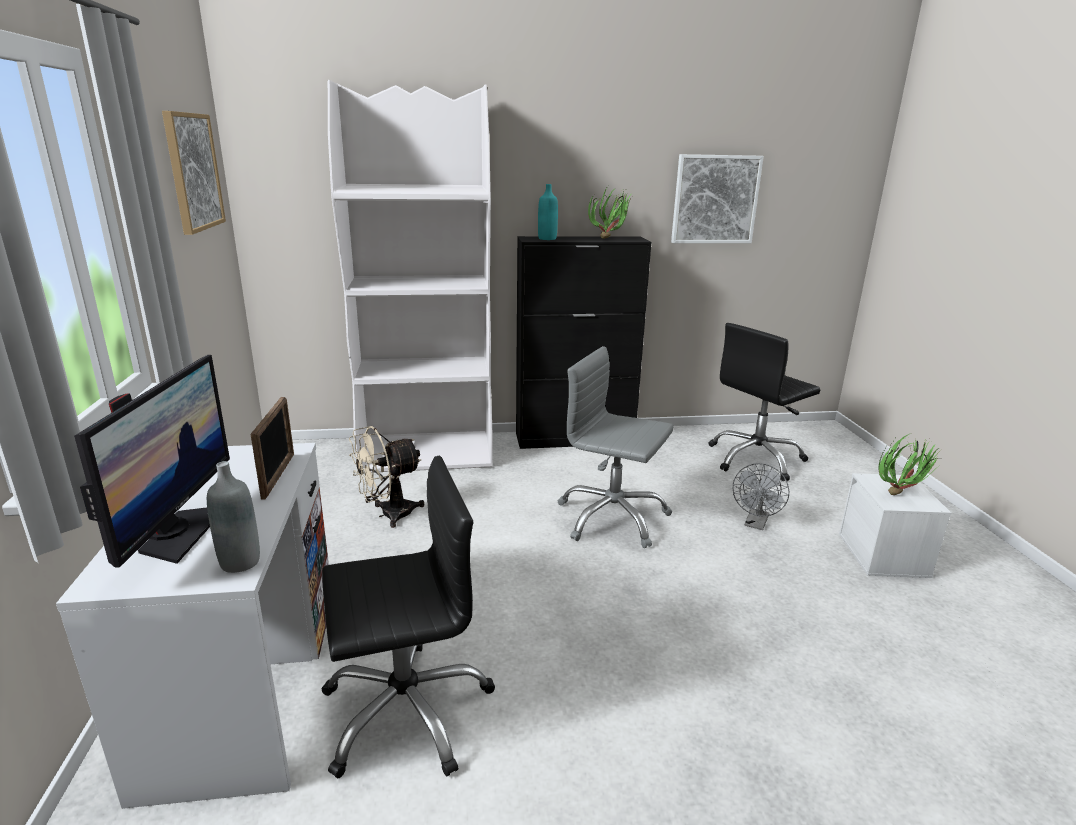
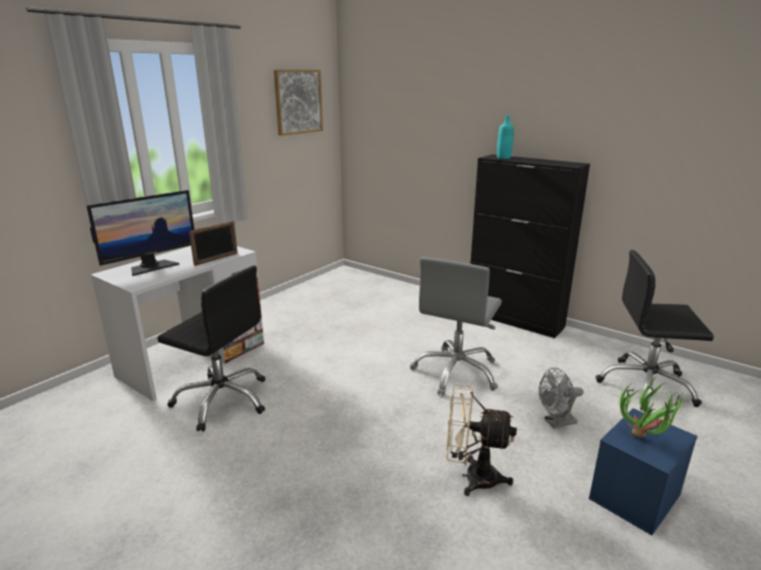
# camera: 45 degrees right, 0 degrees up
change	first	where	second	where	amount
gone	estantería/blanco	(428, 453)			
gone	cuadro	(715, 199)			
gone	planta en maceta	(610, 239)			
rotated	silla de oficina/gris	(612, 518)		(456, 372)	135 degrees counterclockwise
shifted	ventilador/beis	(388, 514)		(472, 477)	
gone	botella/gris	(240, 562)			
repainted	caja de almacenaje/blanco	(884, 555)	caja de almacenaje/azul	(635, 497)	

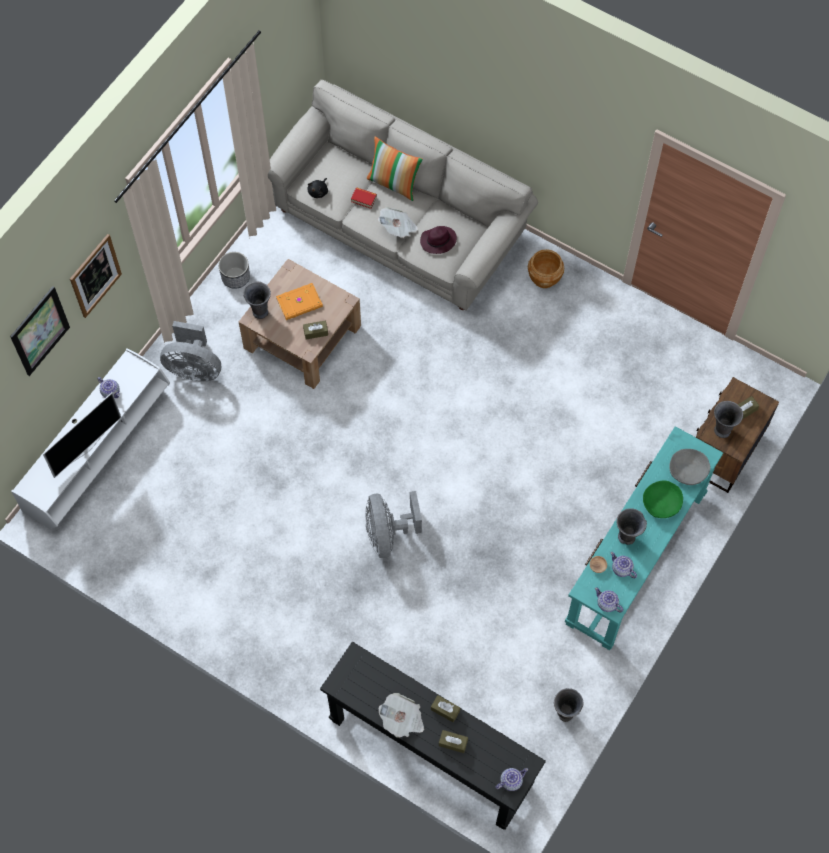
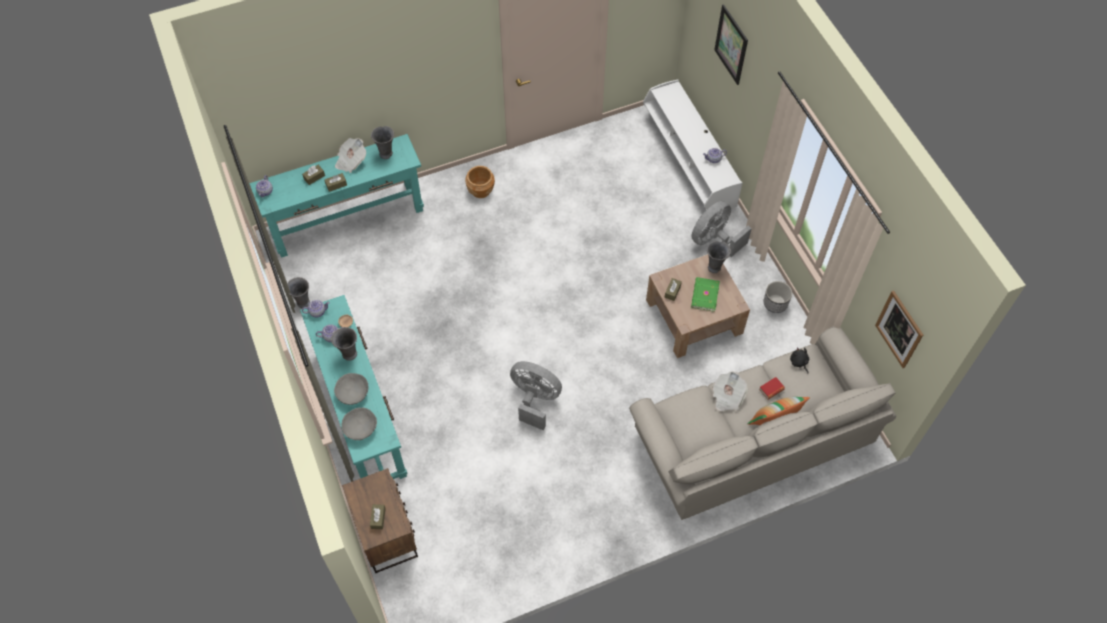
# camera: 125 degrees right, 5 degrees down
change	first	where	second	where	amount
gone	sombrero/morado	(437, 241)			
shifted	cuadro	(95, 275)		(899, 329)	
shifted	maceta/marrón	(544, 278)		(481, 190)	
repainted	libro/naranja	(300, 303)	libro/verde	(704, 295)	
gone	televisor	(86, 448)			
shifted	florero/gris	(721, 430)		(386, 154)	
repainted	cuenco/verde	(661, 503)	cuenco/gris	(352, 393)	
shifted	ventilador/gris	(388, 534)		(535, 399)	
repainted	mesa consola/negro	(430, 752)	mesa consola/turquesa	(347, 219)	

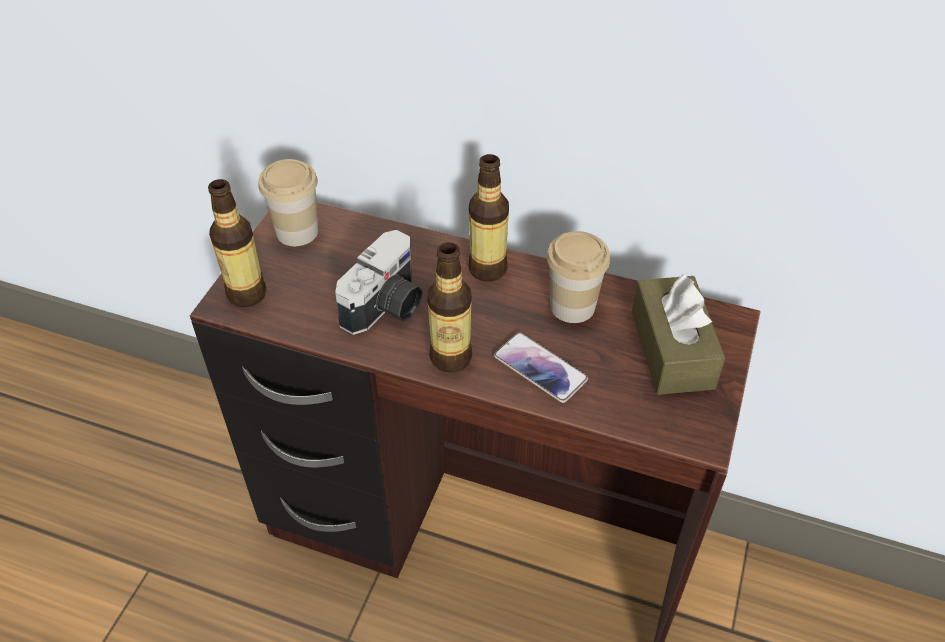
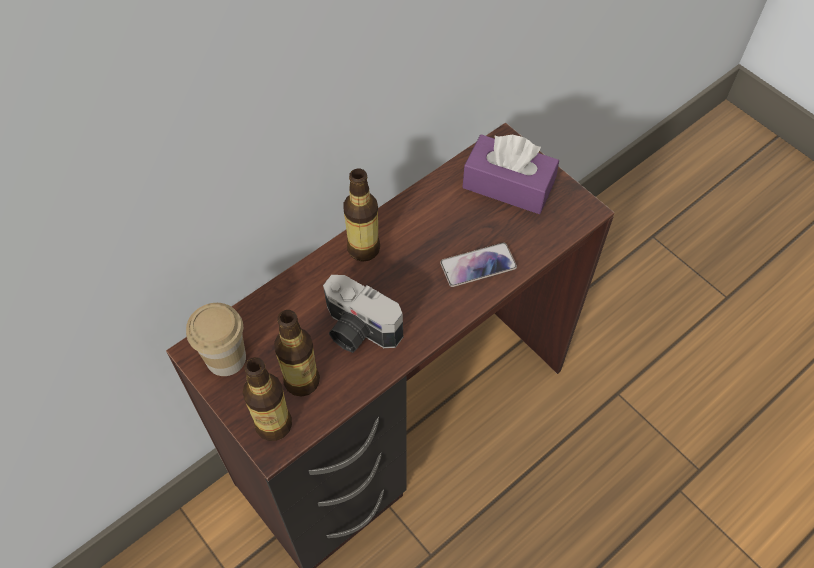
# camera: 60 degrees left, 10 degrees up
change	first	where	second	where	amount
rotated	cámara	(387, 307)		(357, 331)	150 degrees clockwise
gone	taza	(572, 306)			
shifted	botella	(451, 357)		(302, 381)	
repainted	caja de pañuelos/marrón	(672, 349)	caja de pañuelos/morado	(508, 185)	

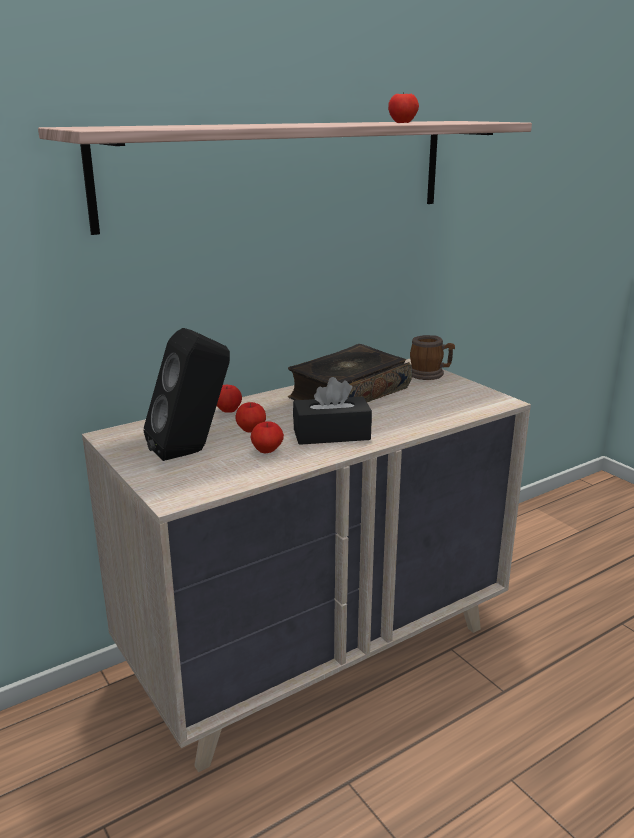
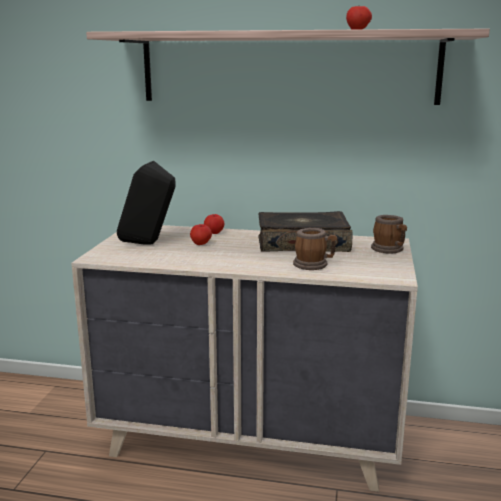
# camera: 45 degrees right, 5 degrees down
change	first	where	second	where	amount
gone	caja de pañuelos/negro	(331, 434)			
gone	manzana	(267, 451)			
new			taza grande	(314, 264)	

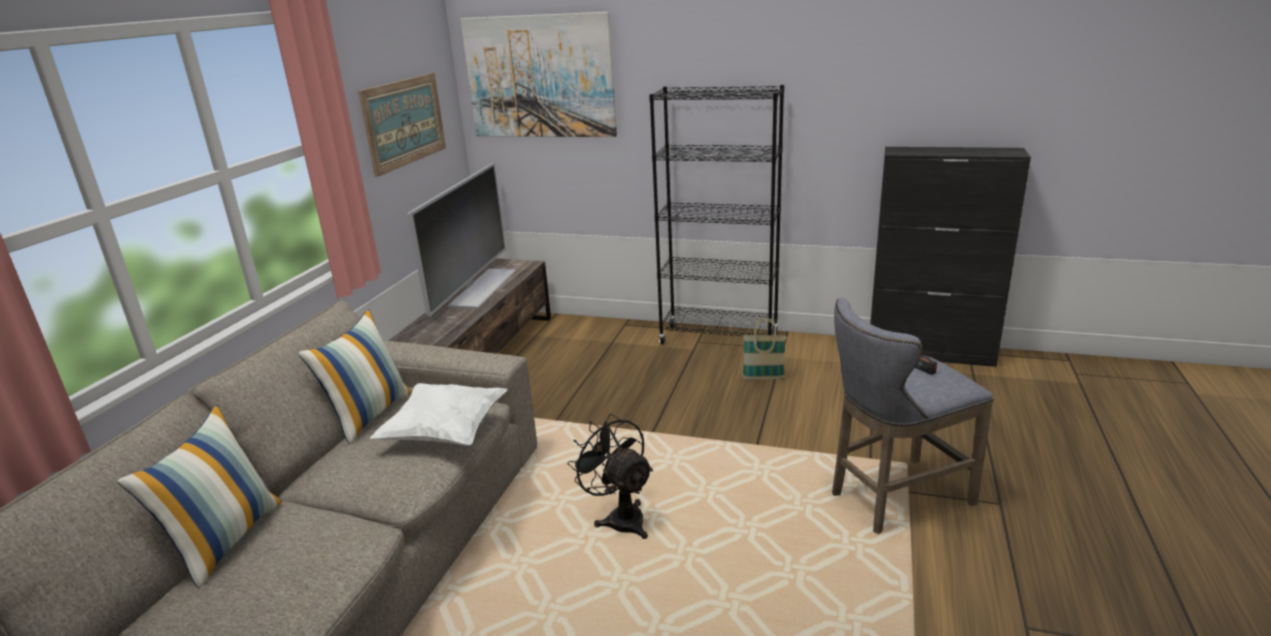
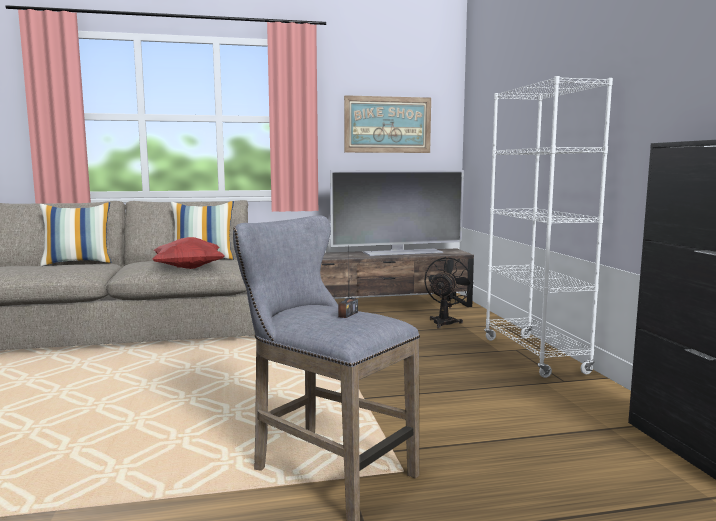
# camera: 60 degrees right, 15 degrees down
change	first	where	second	where	amount
gone	cuadro	(540, 77)			
repainted	estantería/negro	(719, 339)	estantería/blanco	(534, 356)	
gone	cesta	(763, 378)			
repainted	cojín/blanco	(445, 433)	cojín/rojo	(188, 268)	
shifted	ventilador/negro	(620, 517)		(445, 322)	

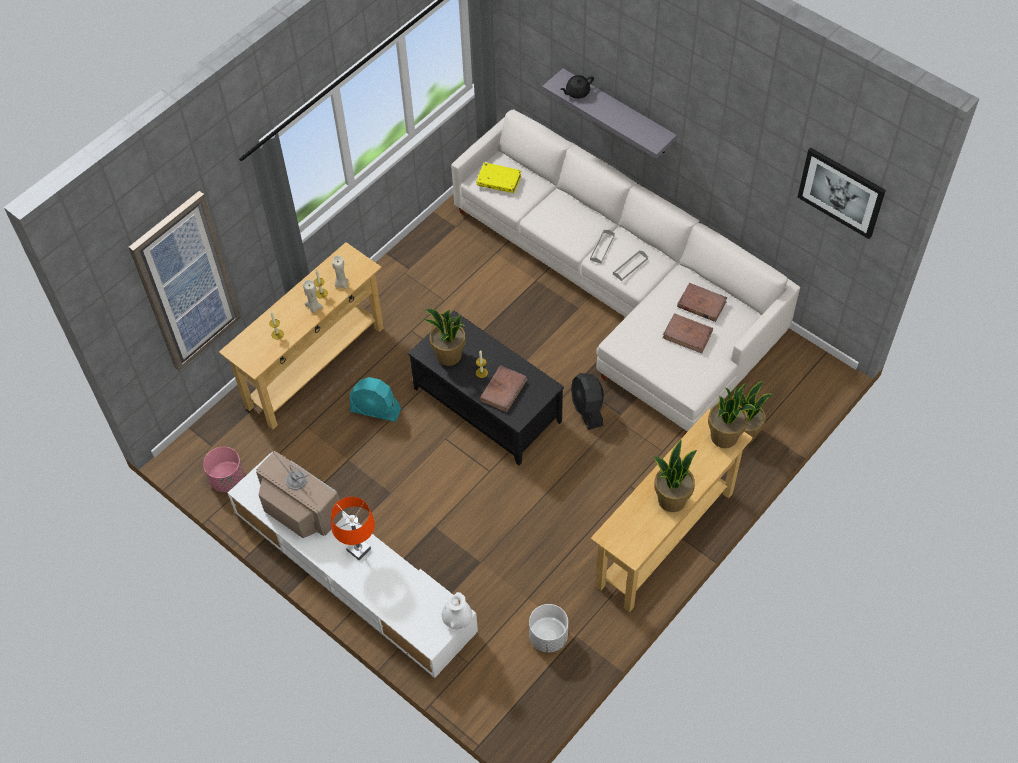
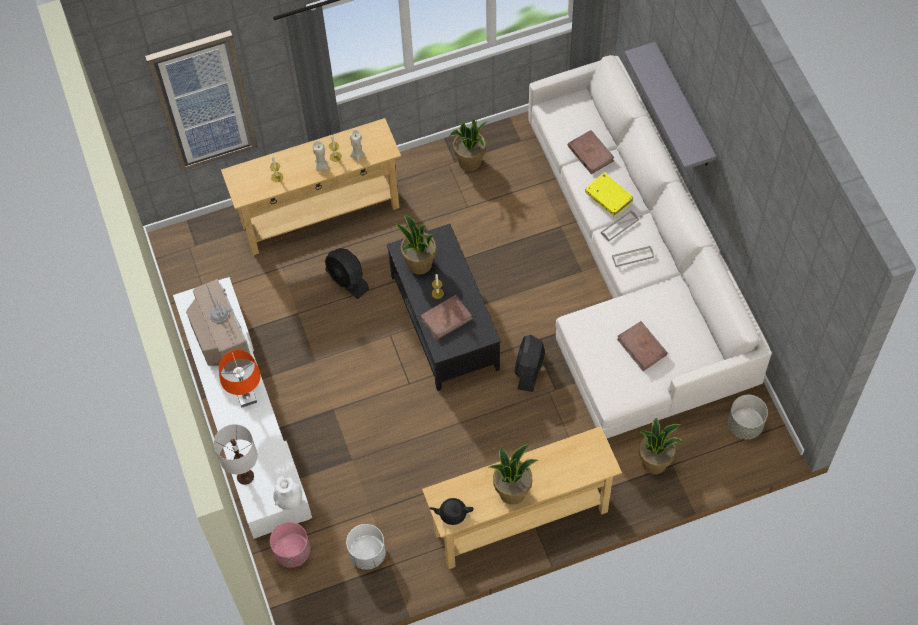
# camera: 30 degrees right, 5 degrees up
change	first	where	second	where	amount
shifted	tetera/negro	(577, 92)		(452, 513)	
gone	cuadro	(841, 192)			
shifted	libro/amarillo	(499, 181)		(608, 197)	
shifted	libro/marrón	(701, 304)		(590, 153)	
repainted	ventilador/turquesa	(375, 410)	ventilador/negro	(347, 280)	
shifted	planta en maceta	(724, 437)		(470, 162)	
shifted	maceta/rosa	(227, 479)		(292, 551)	
new			maceta/gris	(745, 425)	
new			lámpara de mesa/blanco	(245, 476)	

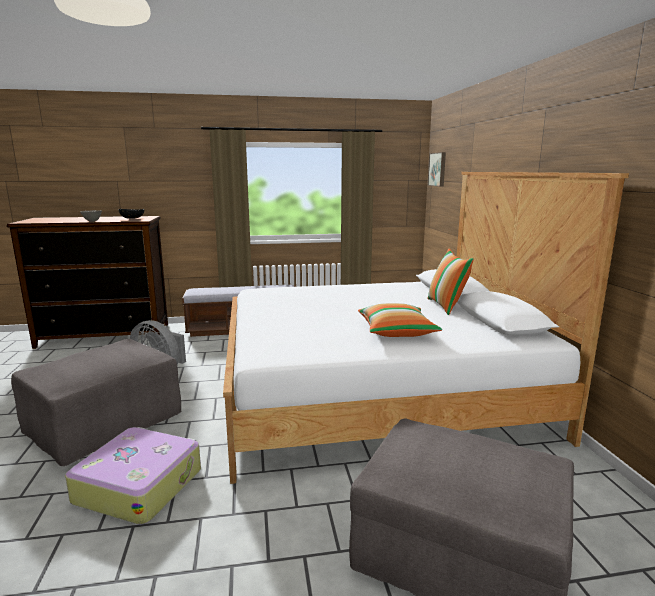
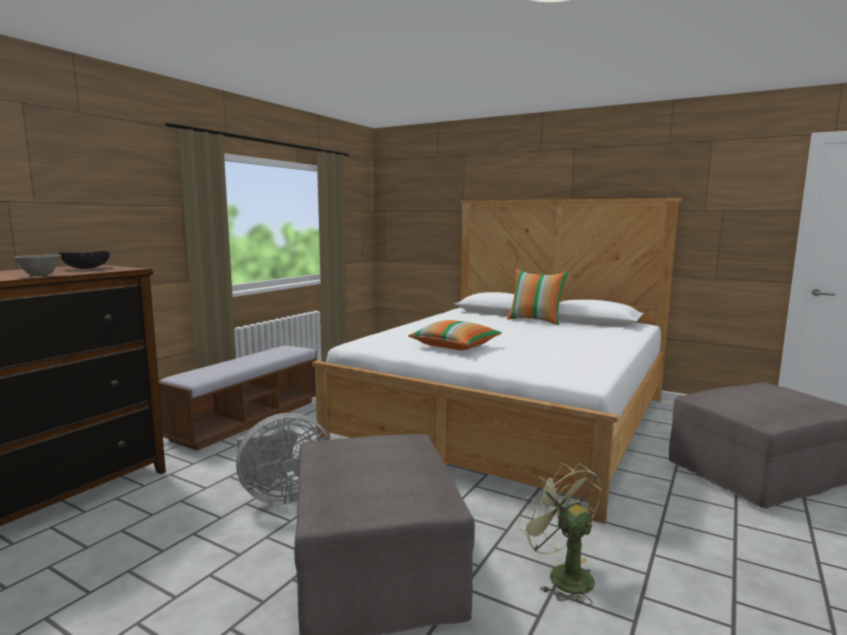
# camera: 50 degrees left, 5 degrees down
change	first	where	second	where	amount
gone	cuadro	(438, 169)			
shifted	cojín	(396, 331)		(455, 346)	
swapped	maleta	(139, 485)	ventilador/verde	(562, 575)	

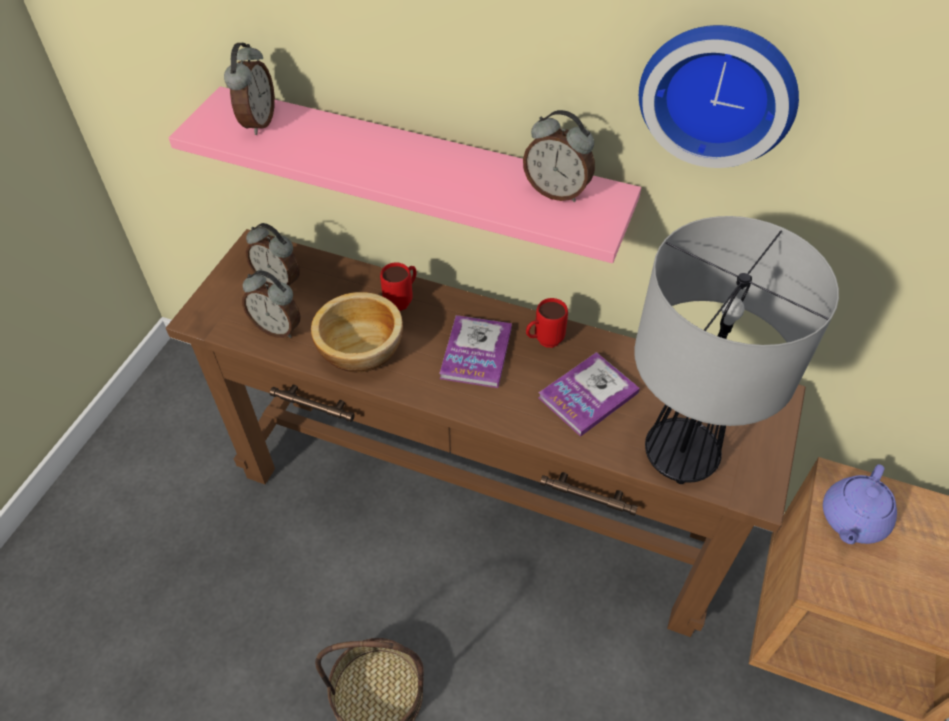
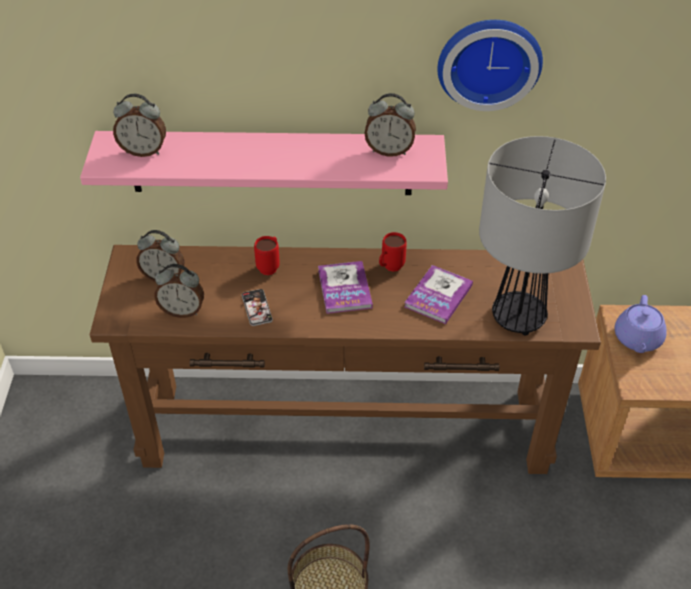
# camera: 20 degrees left, 5 degrees down
change	first	where	second	where	amount
rotated	despertador	(257, 122)		(143, 151)	105 degrees clockwise
swapped	cuenco	(362, 348)	móvil	(257, 308)	

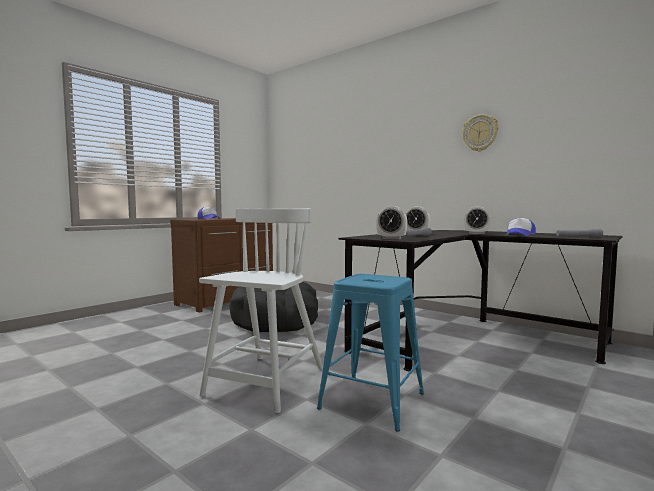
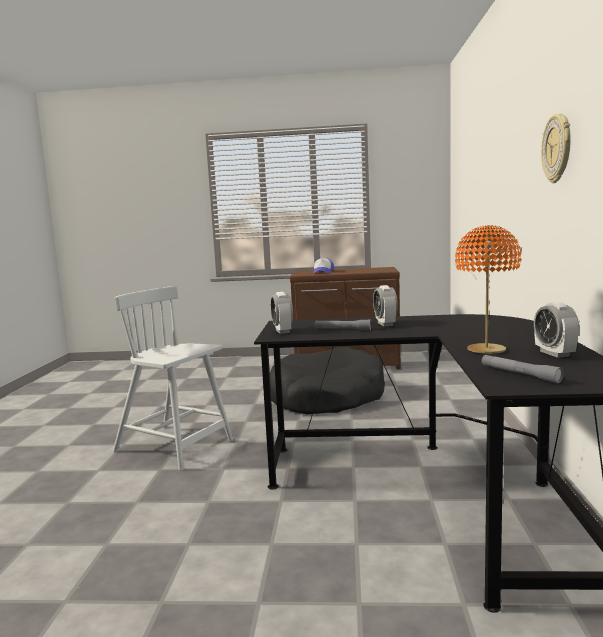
# camera: 55 degrees right, 5 degrees up
change	first	where	second	where	amount
shifted	despertador	(476, 233)		(554, 353)	
rotated	silla/blanco	(265, 382)		(175, 447)	135 degrees counterclockwise
swapped	gorra	(520, 235)	lámpara de mesa/naranja	(487, 350)	
gone	taburete/azul	(373, 400)			

